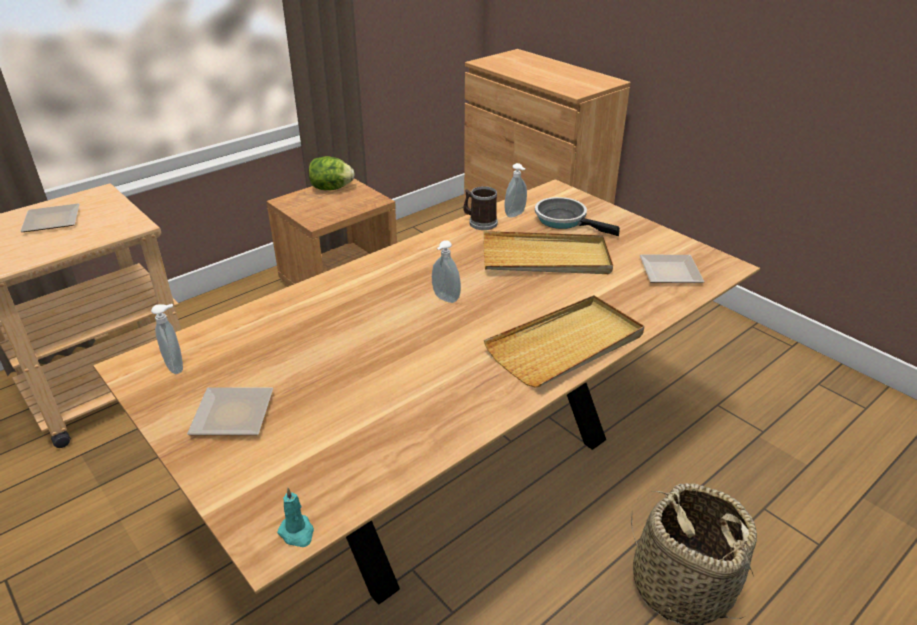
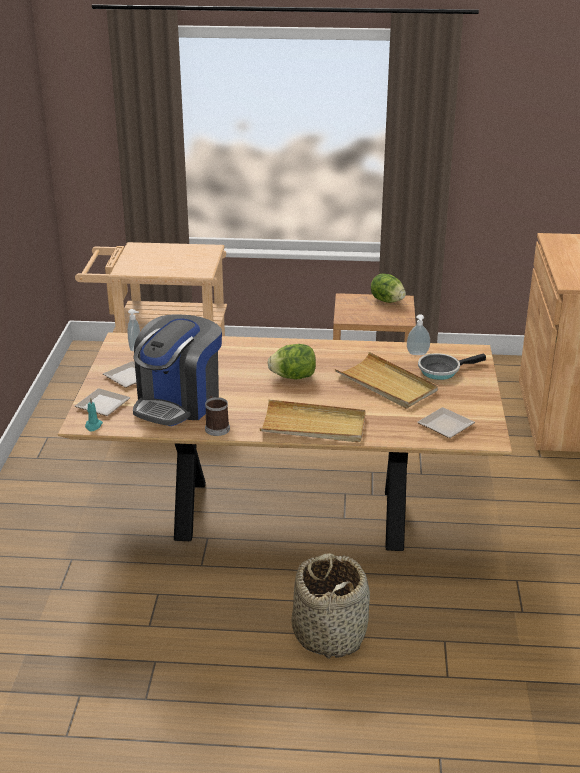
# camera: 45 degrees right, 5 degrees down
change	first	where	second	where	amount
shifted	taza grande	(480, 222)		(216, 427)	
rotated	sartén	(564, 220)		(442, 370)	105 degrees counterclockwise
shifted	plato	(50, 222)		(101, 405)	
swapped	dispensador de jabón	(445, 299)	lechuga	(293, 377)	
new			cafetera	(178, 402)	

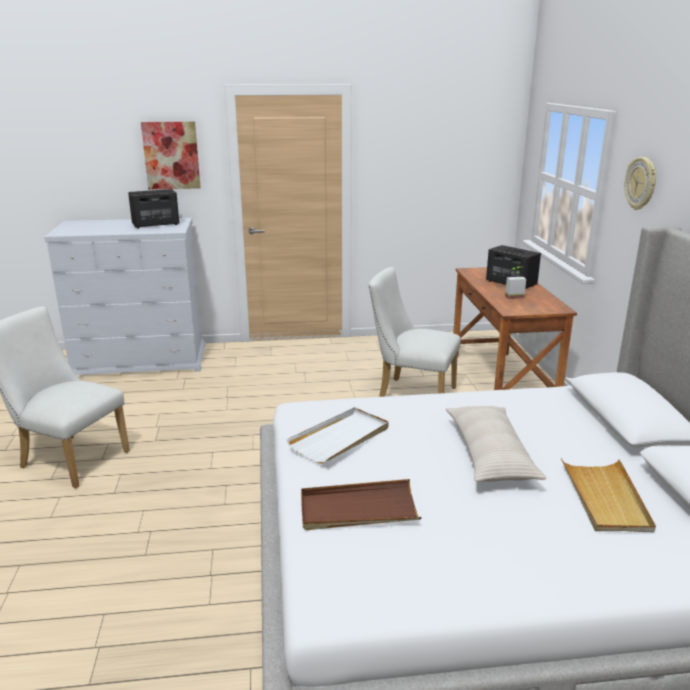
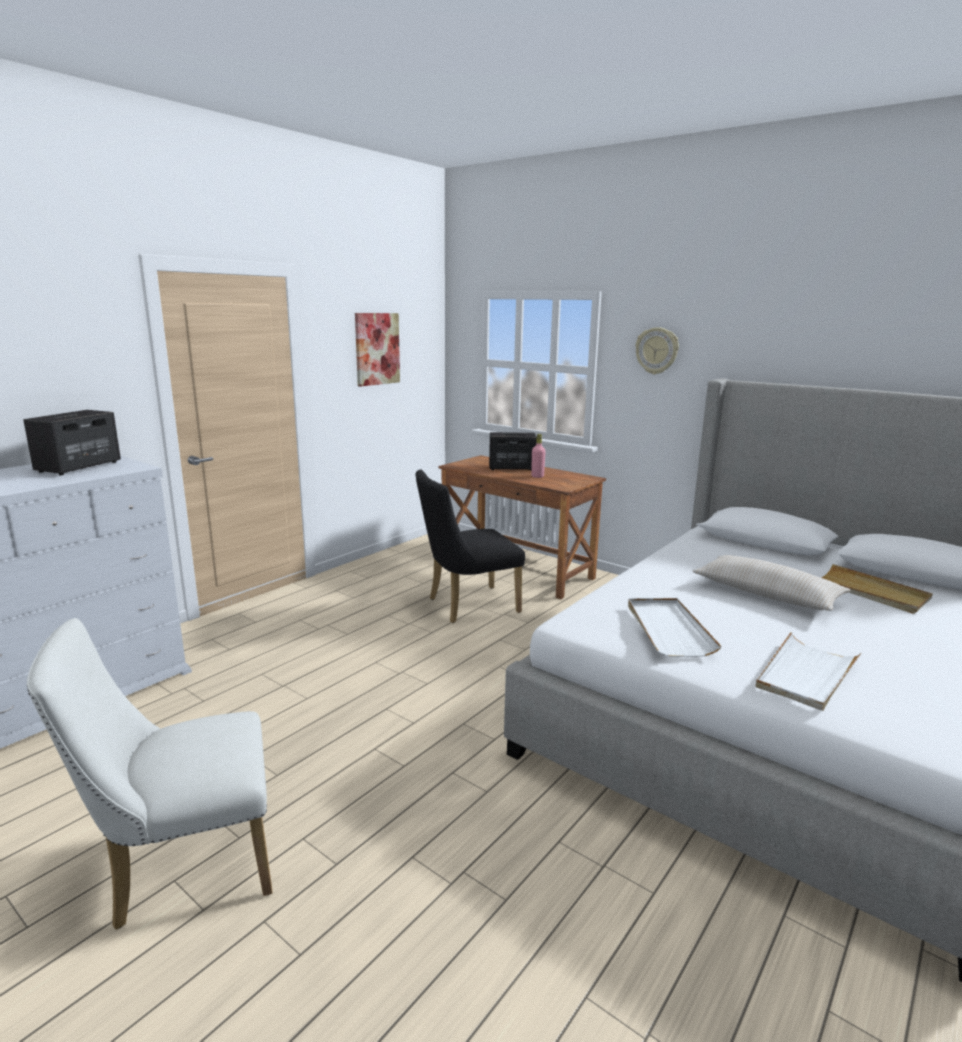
# camera: 45 degrees left, 5 degrees down
change	first	where	second	where	amount
shifted	cuadro	(171, 155)		(377, 349)	
repainted	silla/blanco	(411, 394)	silla/negro	(466, 606)	
swapped	planta en maceta	(513, 296)	botella/rosa	(537, 476)	
repainted	bandeja/marrón	(358, 509)	bandeja/blanco	(806, 674)	

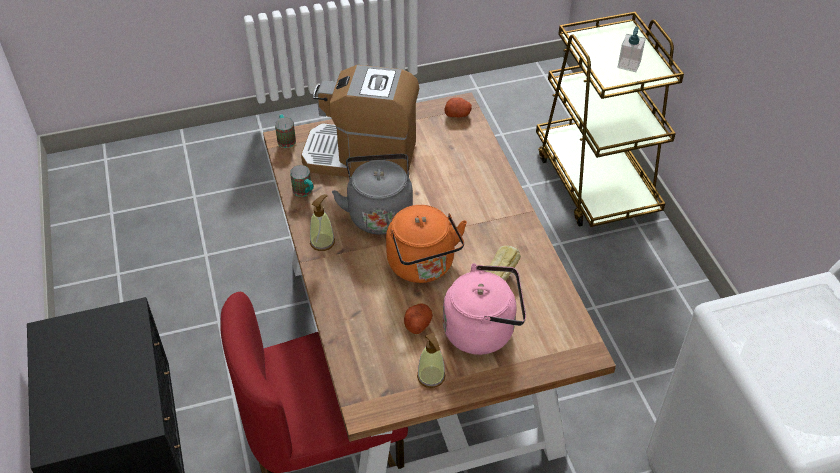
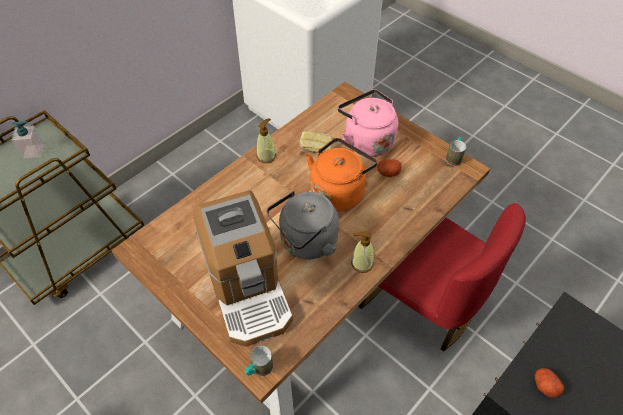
# camera: 120 degrees left, 5 degrees up
change	first	where	second	where	amount
shifted	patata	(458, 114)		(544, 385)	
shifted	taza grande	(305, 192)		(454, 157)	
shifted	dispensador de jabón	(431, 377)		(266, 156)	

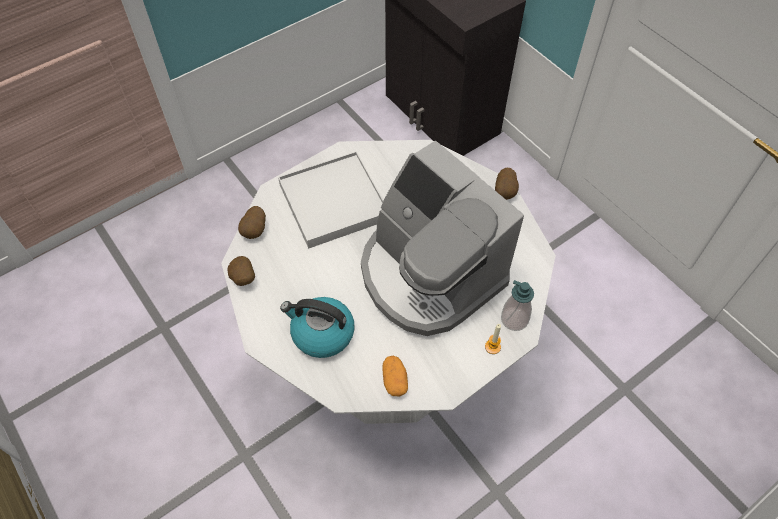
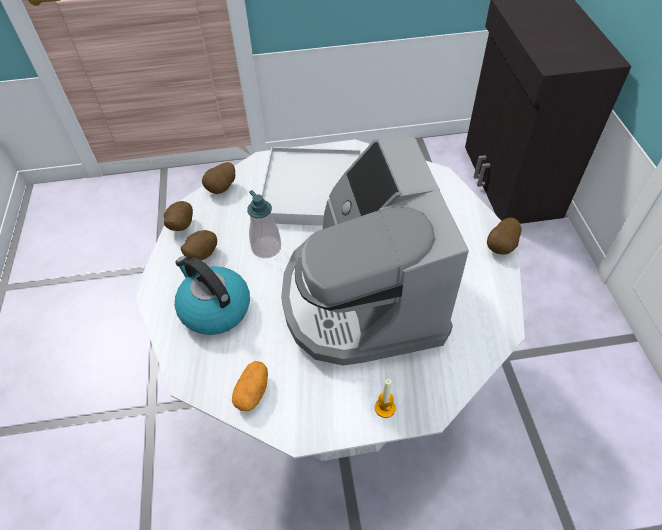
# camera: 30 degrees right, 5 degrees down
change	first	where	second	where	amount
shifted	dispensador de jabón	(514, 319)		(266, 248)	
new			patata	(201, 255)	

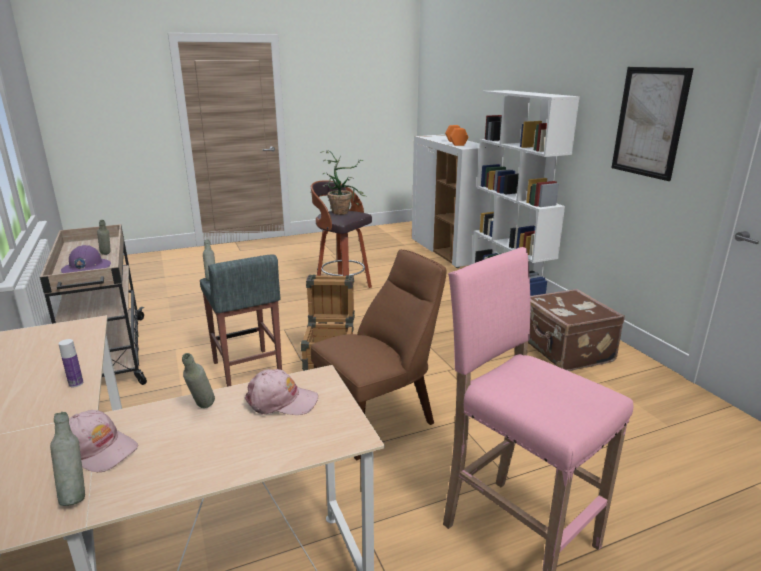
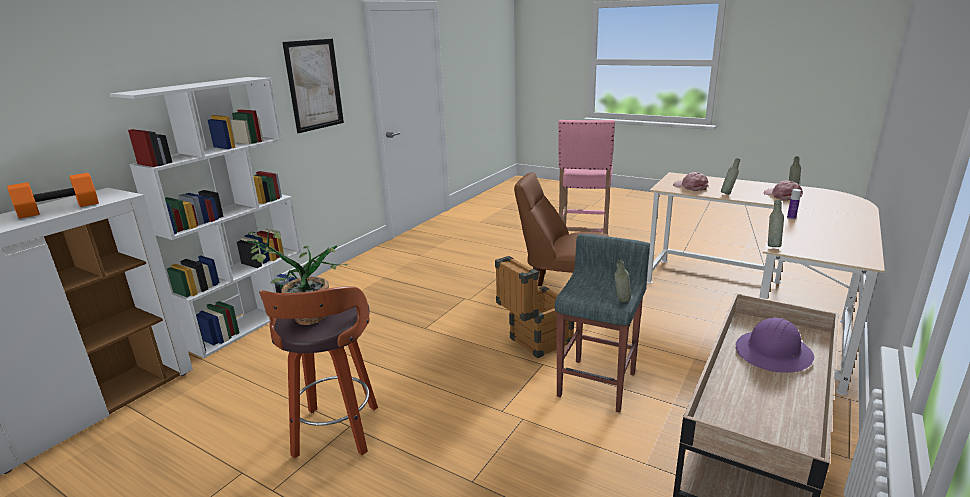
# camera: 125 degrees left, 0 degrees up
change	first	where	second	where	amount
shifted	botella/gris	(107, 255)		(772, 246)	
gone	maleta/marrón	(565, 351)			

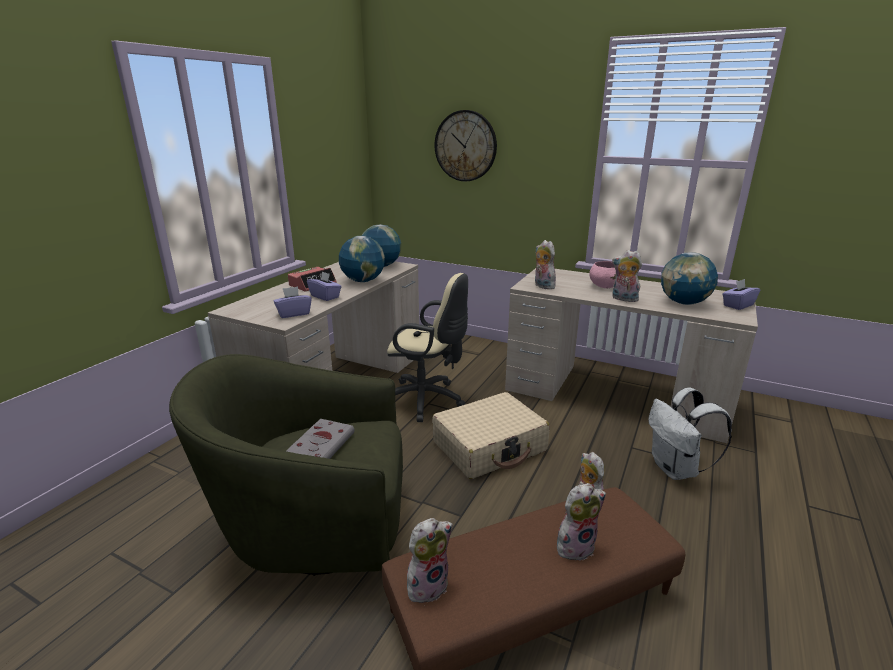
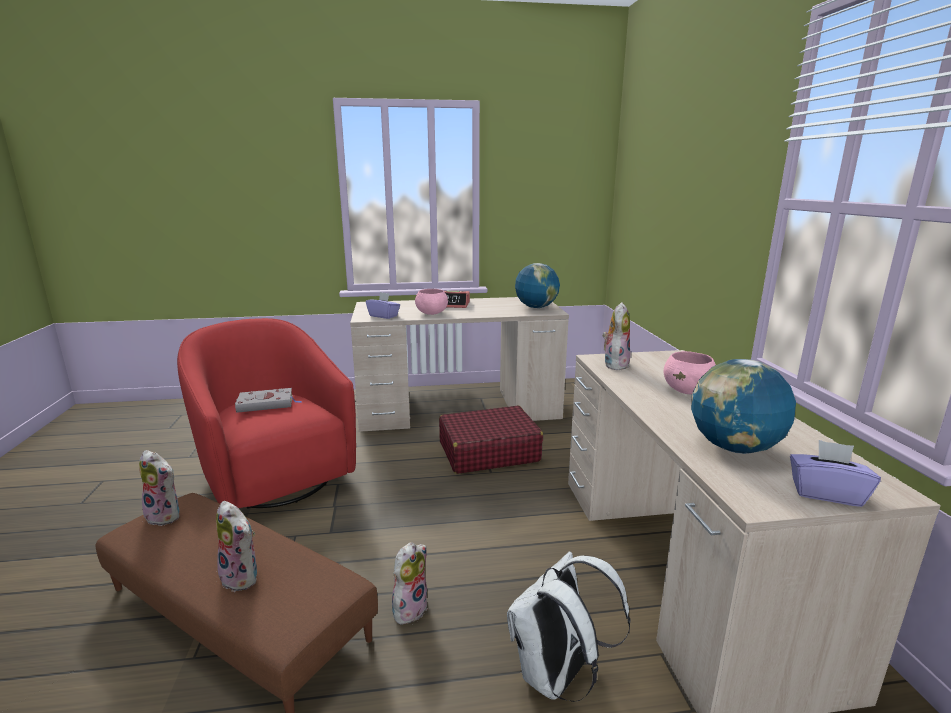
# camera: 55 degrees right, 5 degrees down
change	first	where	second	where	amount
gone	reloj de pared	(465, 146)			
gone	globo terráqueo	(363, 281)			
gone	peluche	(623, 299)			
swapped	caja de pañuelos/morado	(325, 296)	cuenco/rosa	(431, 313)	
swapped	silla de oficina/beis	(427, 400)	maleta/rojo	(488, 452)	
repainted	sillón/verde	(314, 525)	sillón/rojo	(275, 473)	
gone	maleta/beis	(490, 446)			

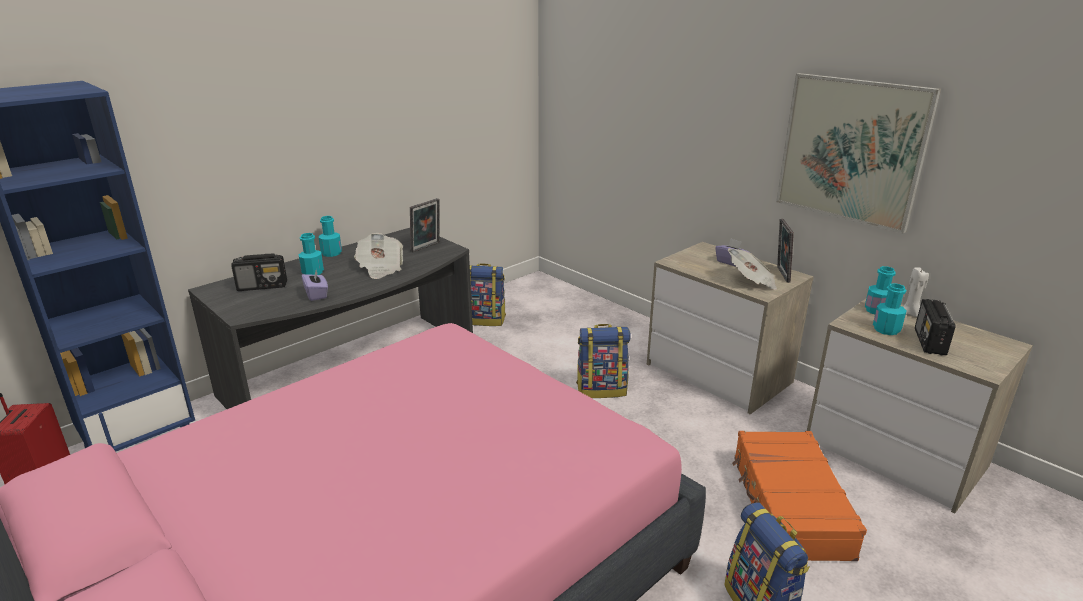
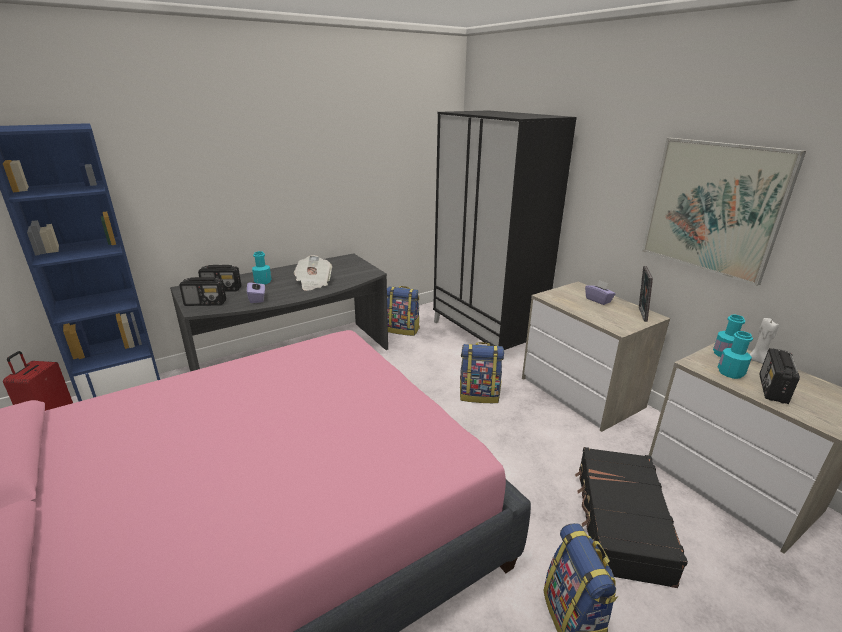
# camera: 10 degrees right, 0 degrees up
change	first	where	second	where	amount
gone	portarretratos	(426, 247)			
gone	botella/turquesa	(331, 253)			
gone	periódico	(751, 282)			
repainted	maleta/naranja	(789, 506)	maleta/negro	(620, 522)	
new			armario ropero/negro	(486, 335)	
new			radio	(206, 303)	

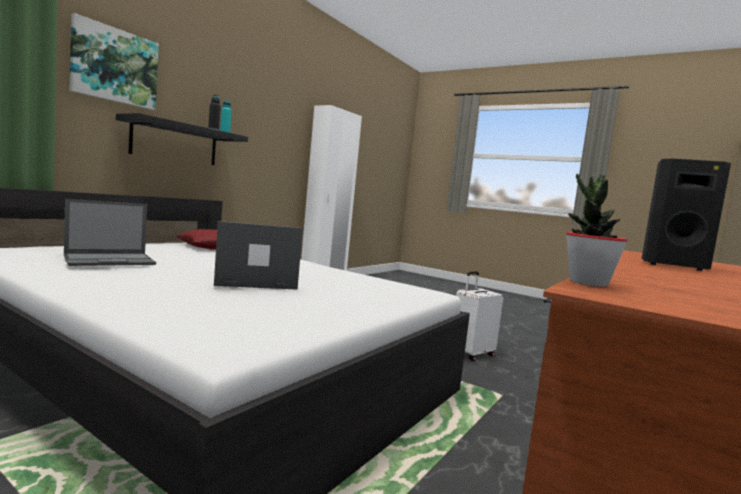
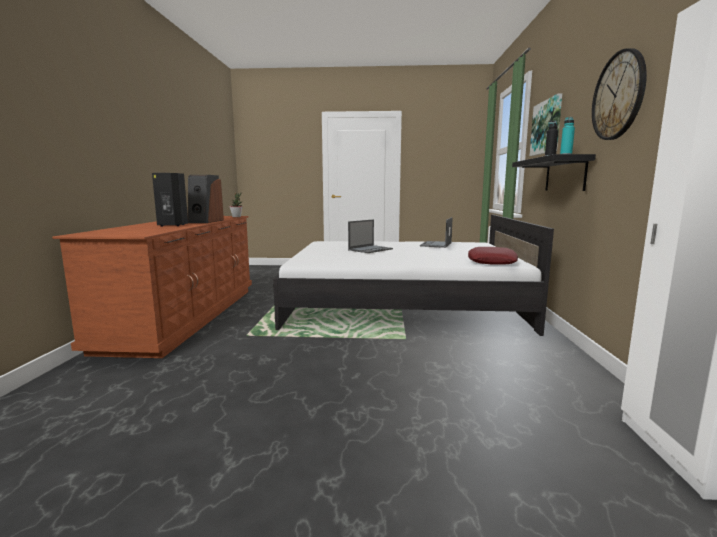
# camera: 150 degrees right, 5 degrees up
change	first	where	second	where	amount
gone	maleta/blanco	(471, 354)			
new			reloj de pared	(618, 96)	
new			altavoz	(205, 221)	

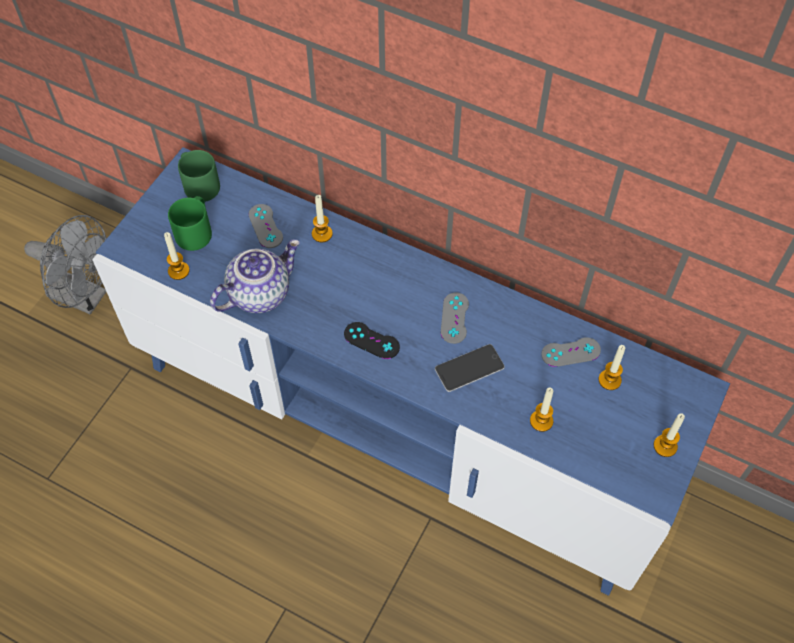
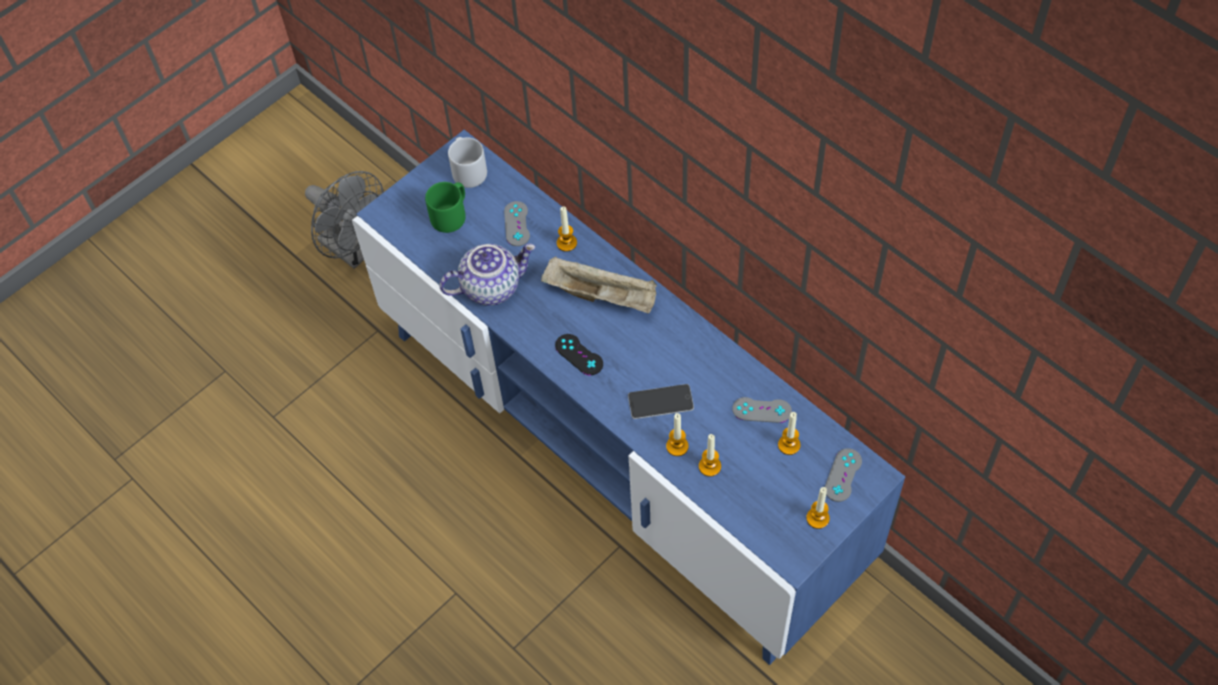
# camera: 20 degrees right, 0 degrees up
change	first	where	second	where	amount
repainted	taza grande/verde	(199, 185)	taza grande/gris	(468, 171)	
shifted	vela	(178, 271)		(677, 446)	
shifted	mando de consola/gris	(454, 318)		(843, 475)	
new			bandeja/beis	(602, 296)	

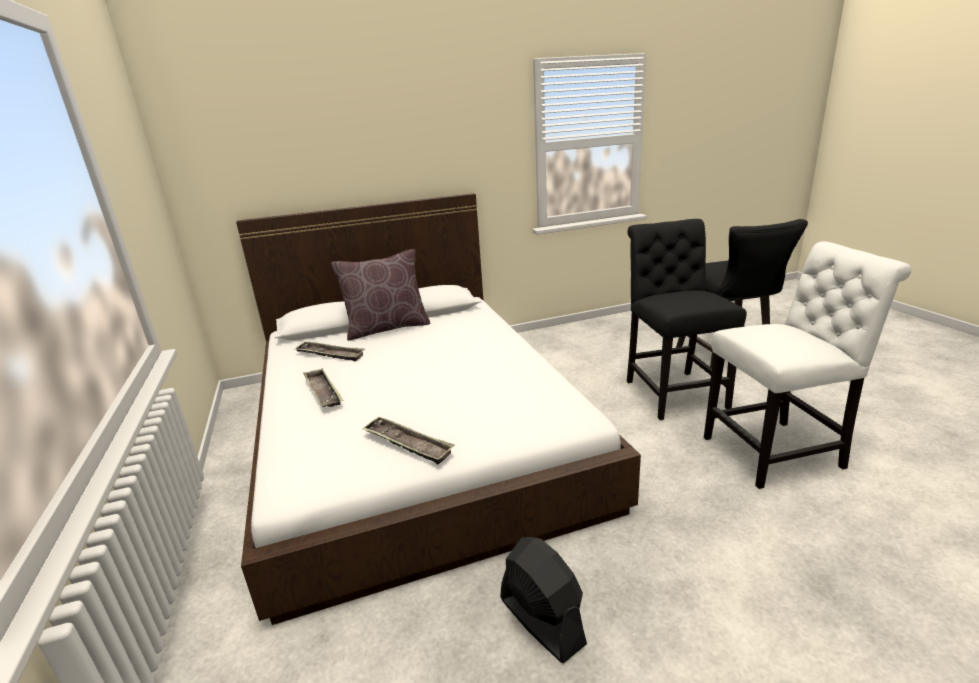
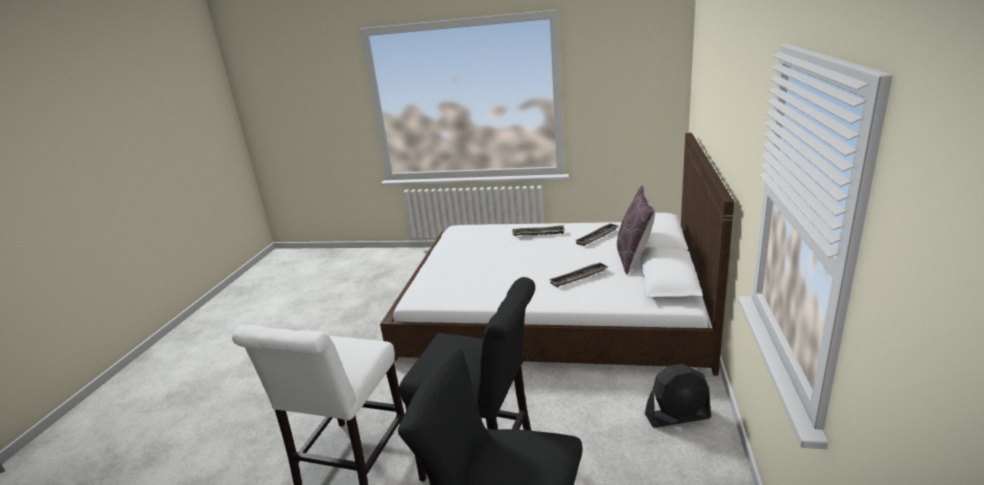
# camera: 120 degrees right, 0 degrees up
change	first	where	second	where	amount
shifted	bandeja	(407, 444)		(578, 277)	
shifted	ventilador/negro	(541, 620)		(678, 416)	

